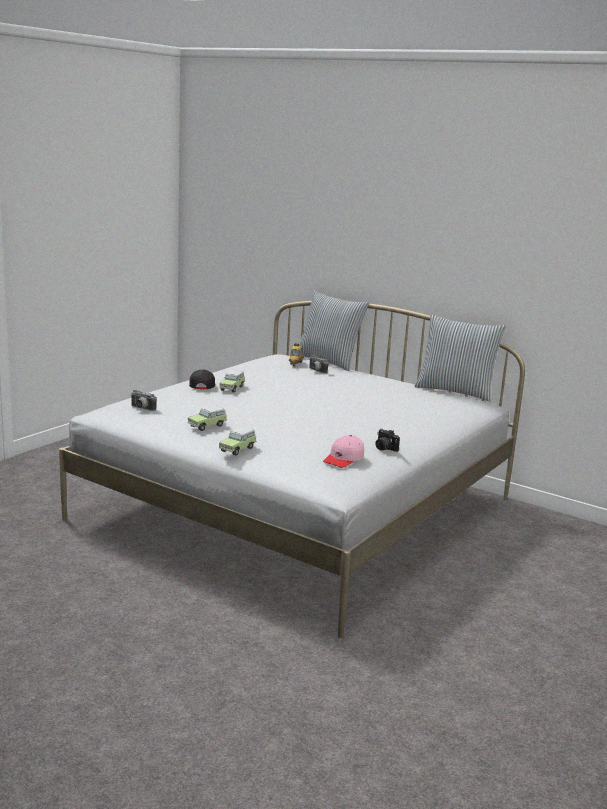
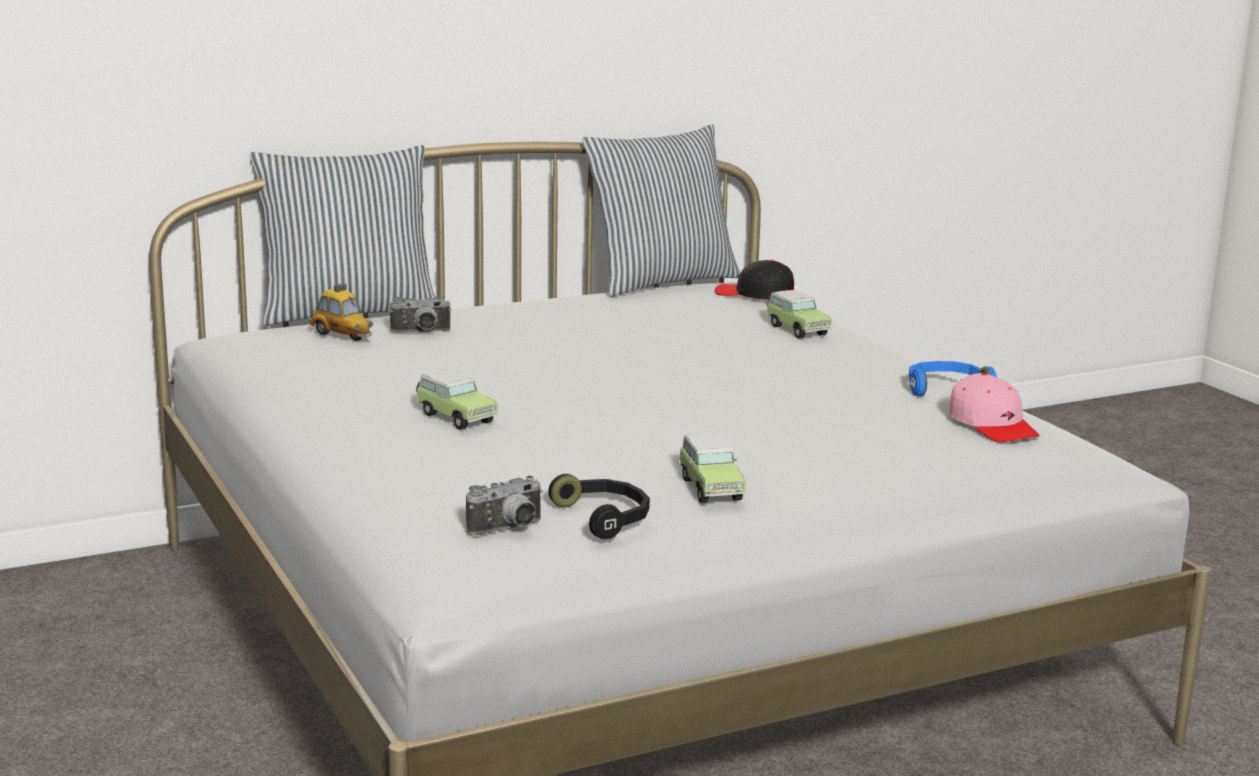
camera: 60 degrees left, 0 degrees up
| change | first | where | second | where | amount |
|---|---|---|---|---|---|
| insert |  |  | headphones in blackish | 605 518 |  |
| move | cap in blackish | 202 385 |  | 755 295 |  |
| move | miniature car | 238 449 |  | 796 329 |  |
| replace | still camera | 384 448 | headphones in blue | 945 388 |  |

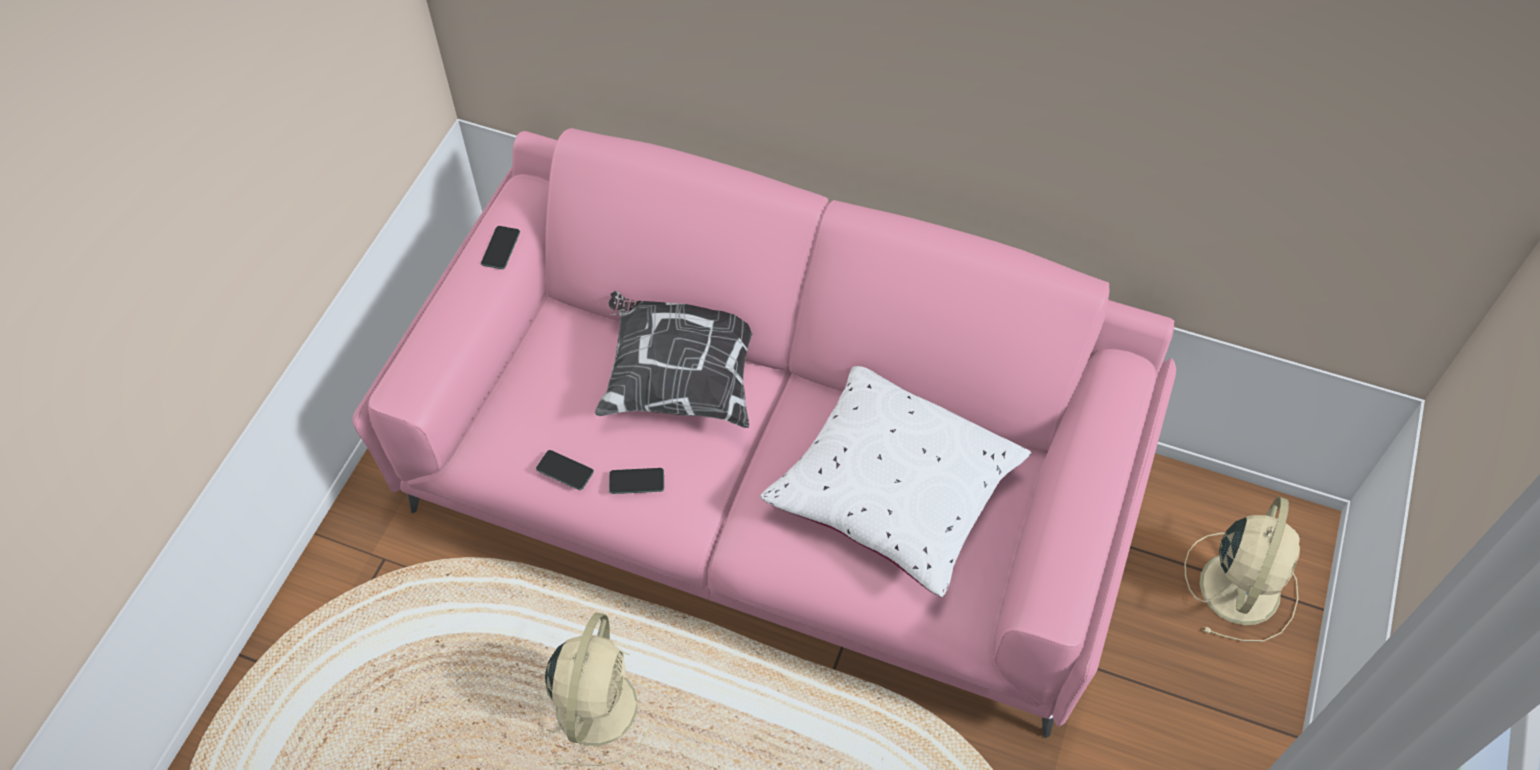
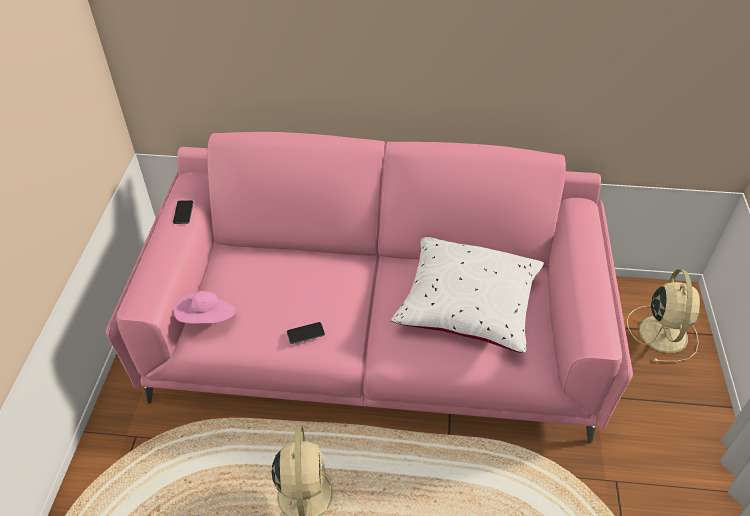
camera: 15 degrees left, 10 degrees down
| change | first | where | second | where | amount |
|---|---|---|---|---|---|
| insert |  |  | clothing hat in pink-coloured | 207 318 |  |
| delete | handset | 565 470 |  |  |  |
| delete | cushion | 680 375 |  |  |  |

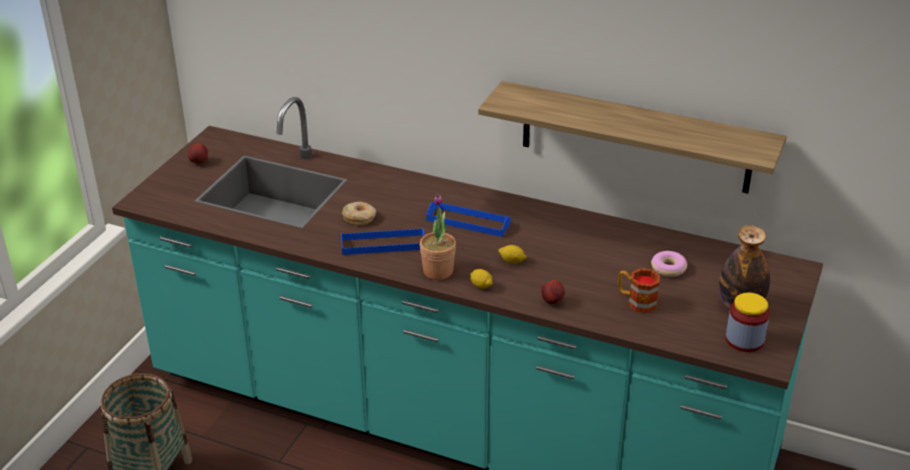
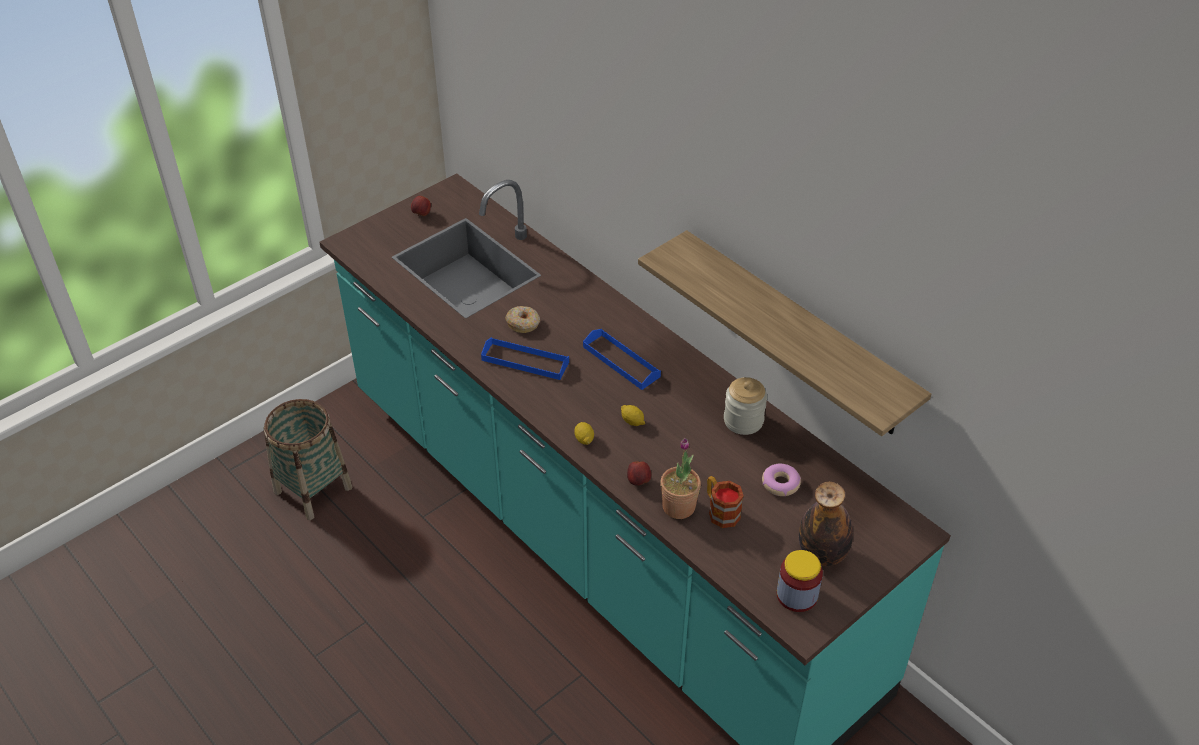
camera: 25 degrees right, 10 degrees up
| change | first | where | second | where | amount |
|---|---|---|---|---|---|
| move | potted plant | 438 271 |  | 678 506 |  |
| insert |  |  | storage jar | 743 420 |  |

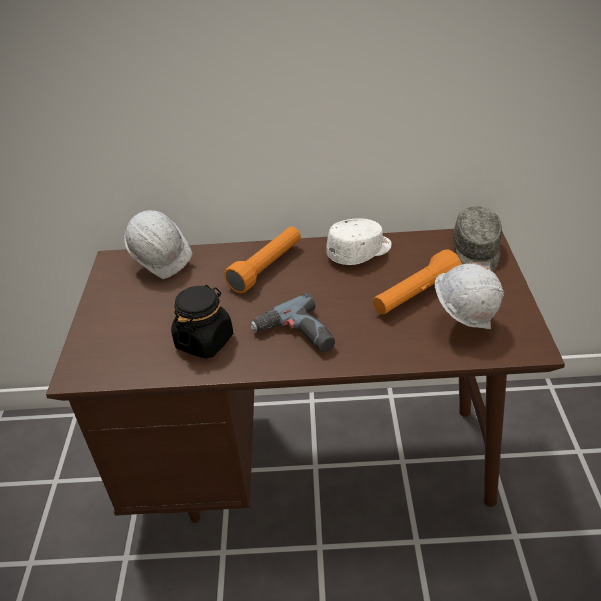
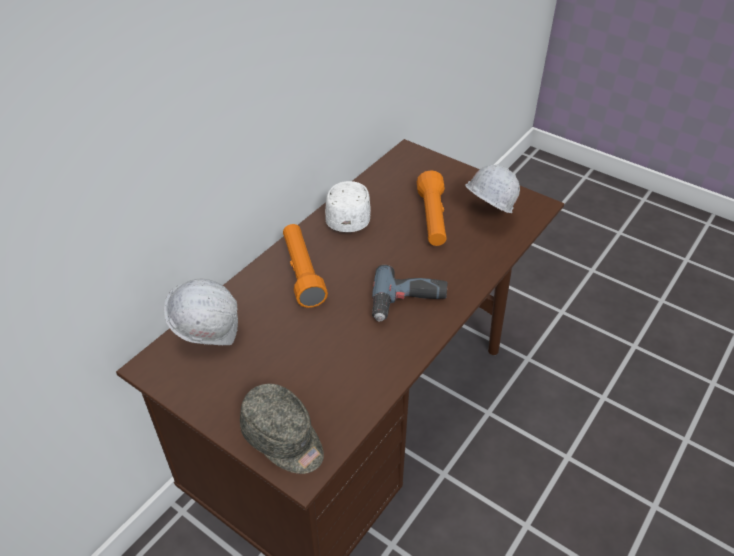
camera: 55 degrees left, 5 degrees up
| change | first | where | second | where | amount |
|---|---|---|---|---|---|
| move | cap in greyish | 476 252 |  | 284 439 |  |
| delete | storage jar in blackish | 204 341 |  |  |  |

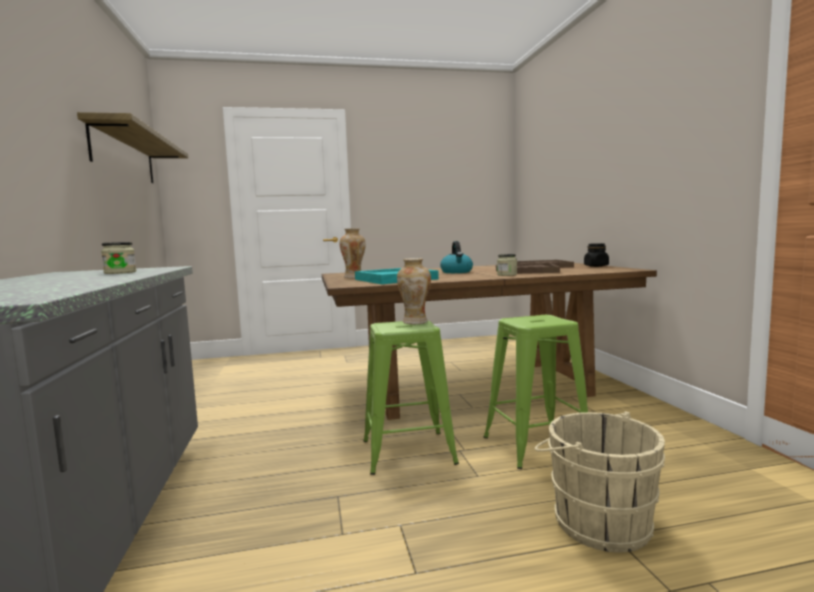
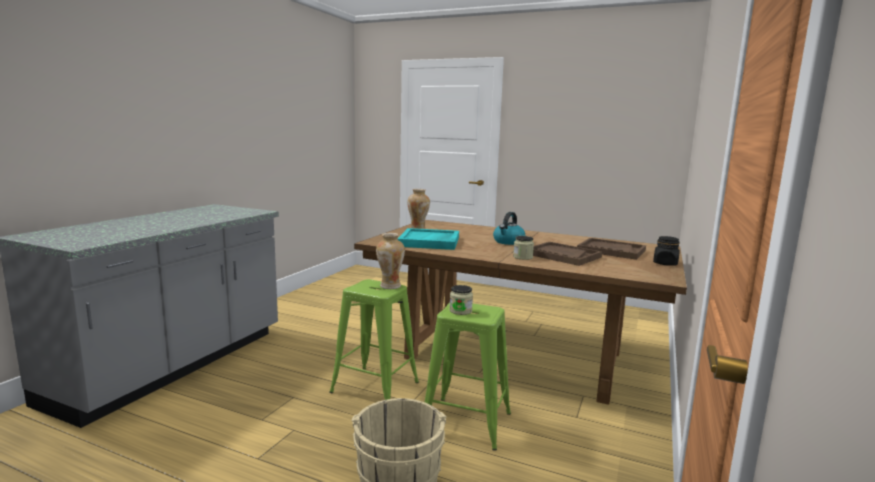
camera: 35 degrees right, 5 degrees up
| change | first | where | second | where | amount |
|---|---|---|---|---|---|
| move | storage jar | 120 272 |  | 460 311 |  |
| delete | wall shelf | 124 155 |  |  |  |

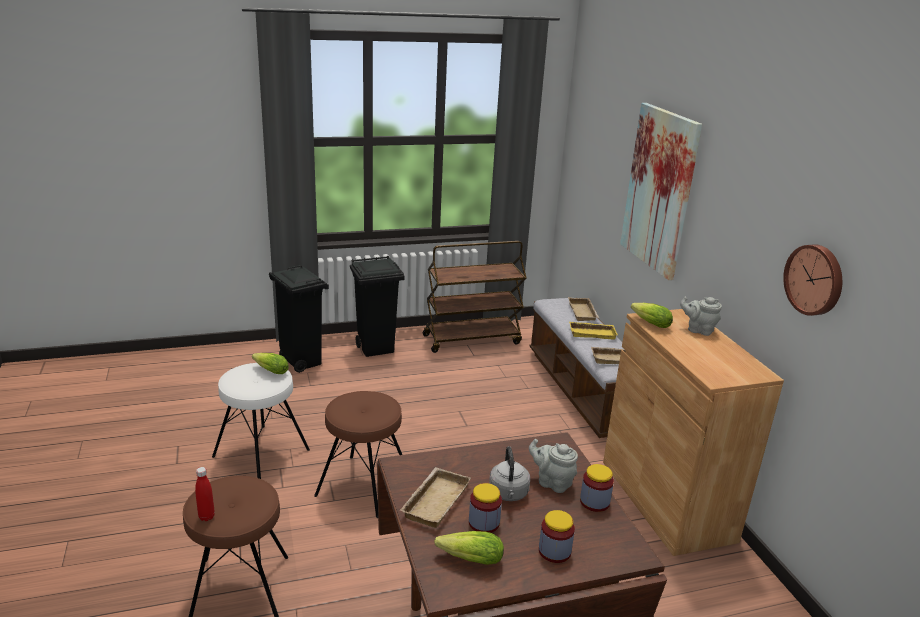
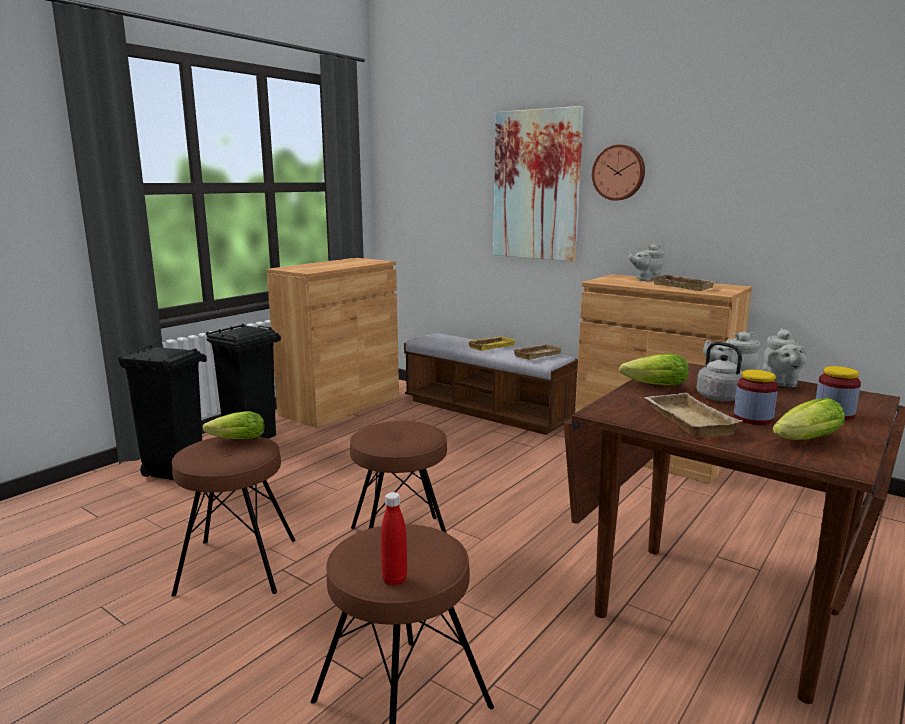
camera: 35 degrees left, 10 degrees down
| change | first | where | second | where | amount |
|---|---|---|---|---|---|
| recolor | sitting stool in white-coloured | 261 453 | sitting stool in brownish | 238 566 |  |
| replace | cart in brownish | 472 339 | cupboard in brownish | 340 406 |  |
| move | clock on the wall | 815 279 |  | 619 172 |  |
| move | lettuce head | 649 323 |  | 652 385 |  |
| move | carrying tray in beige-coloured | 583 312 |  | 684 286 |  |
| replace | storage jar | 594 502 | pot for tea in greyish | 780 383 |  |

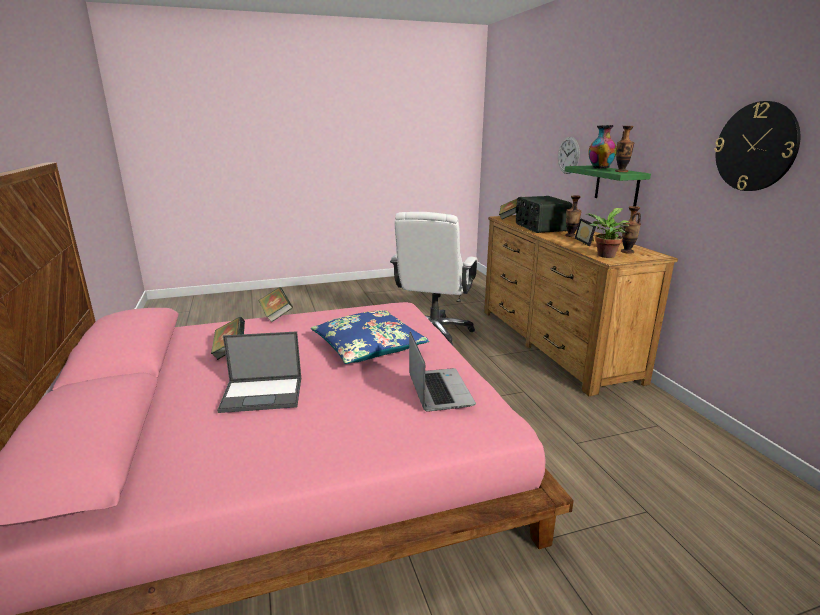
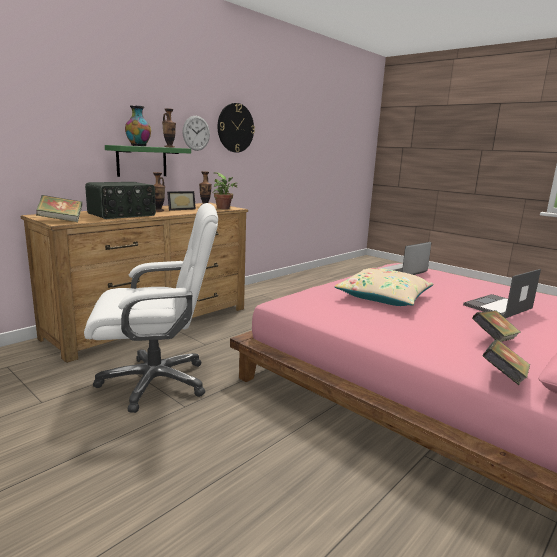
camera: 120 degrees left, 5 degrees down
| change | first | where | second | where | amount |
|---|---|---|---|---|---|
| move | clock on the wall | 568 155 |  | 196 133 |  |
| recolor | cushion in blue | 368 347 | cushion in beige-coloured | 384 297 |  |
| rotate | notebook computer | 263 394 |  | 497 307 | 90 degrees counterclockwise |
| move | book | 276 315 |  | 503 378 |  |

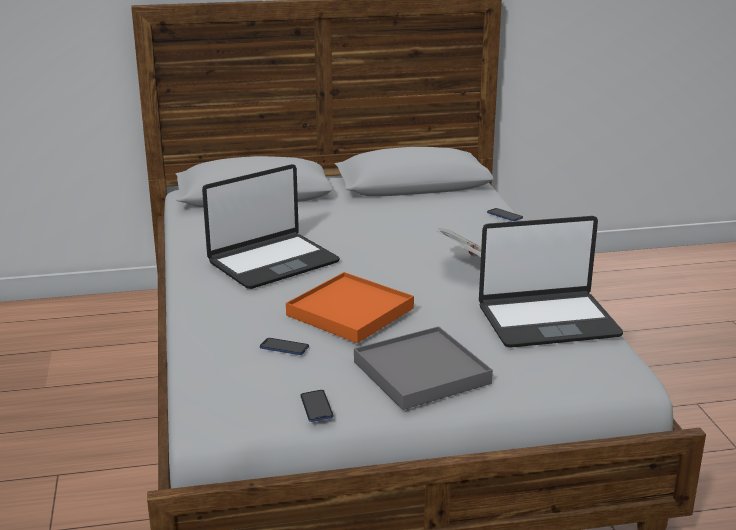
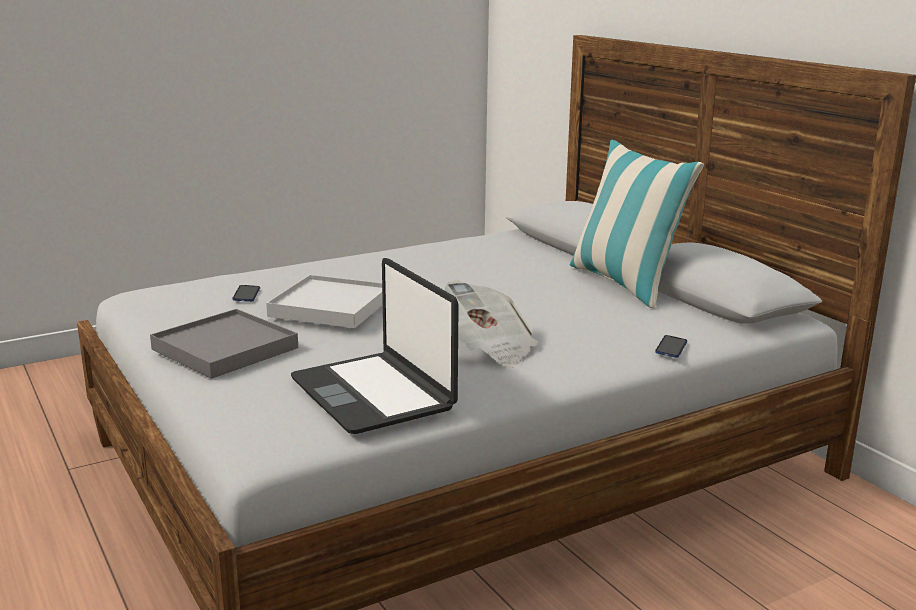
camera: 70 degrees right, 5 degrees down
| change | first | where | second | where | amount |
|---|---|---|---|---|---|
| recolor | carrying tray in orange-coloured | 350 312 | carrying tray in white-coloured | 331 306 |  |
| insert |  |  | cushion | 625 284 |  |
| delete | notebook computer | 272 262 |  |  |  |
| delete | handset | 316 407 |  |  |  |

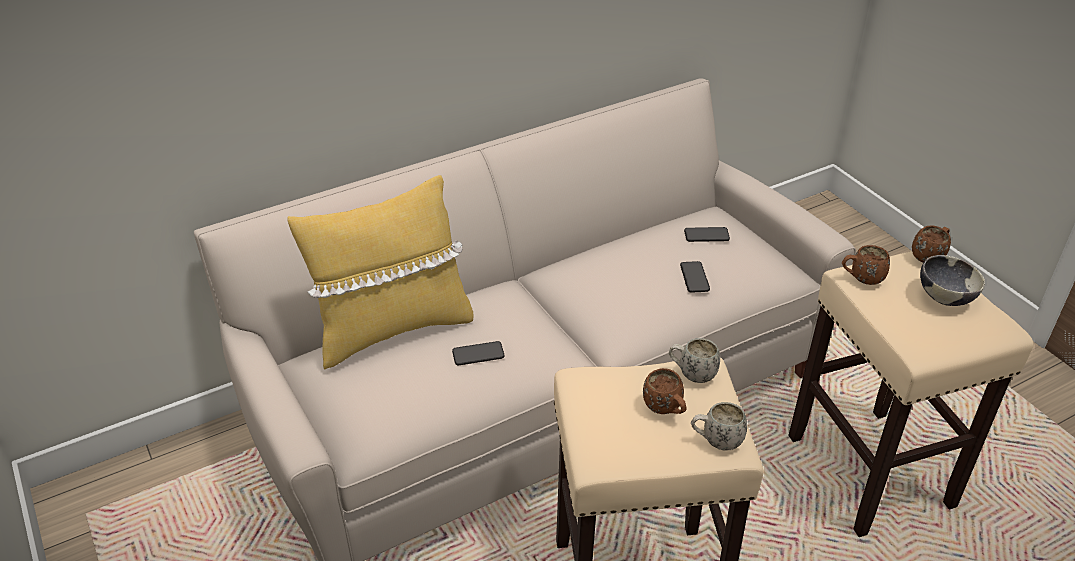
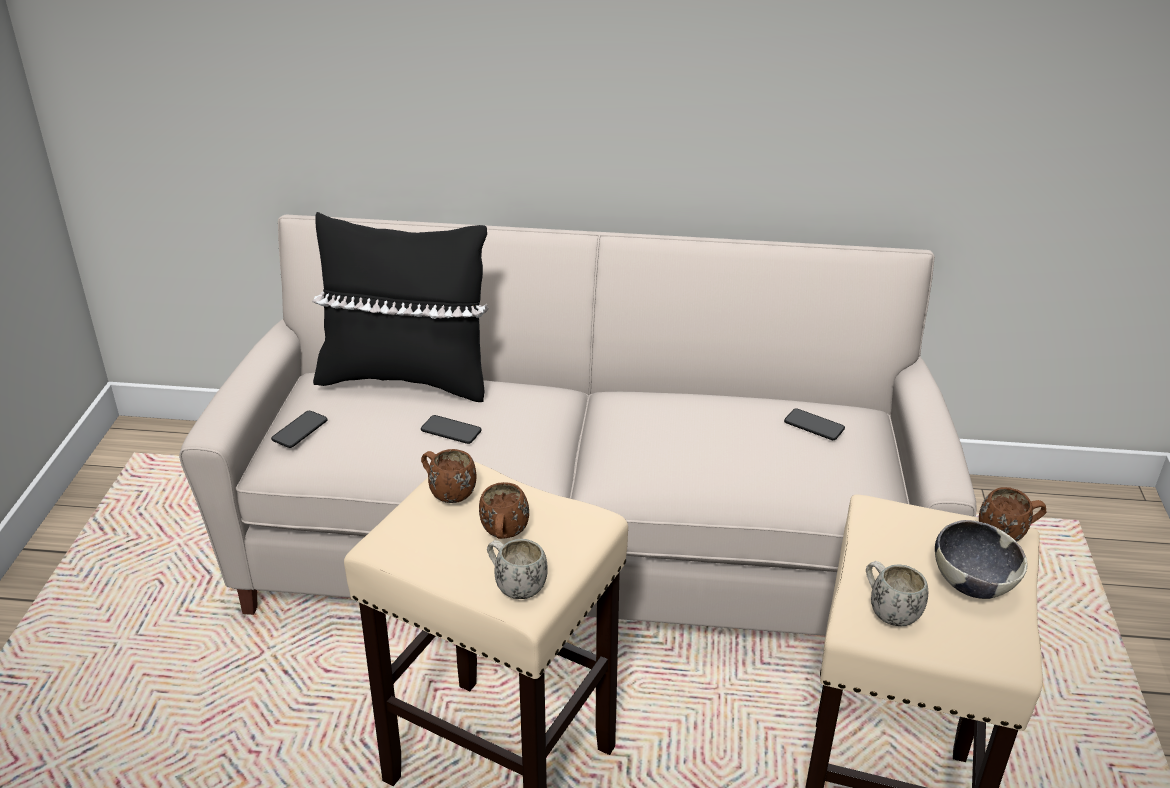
camera: 35 degrees right, 5 degrees down
| change | first | where | second | where | amount |
|---|---|---|---|---|---|
| move | handset | 694 278 |  | 300 430 |  |
| recolor | cushion in yellow-coloured | 392 329 | cushion in blackish | 405 378 |  |
| move | coffee mug in brownish | 861 279 |  | 447 492 |  |
| move | coffee mug in white-coloured | 691 374 |  | 888 610 |  |

